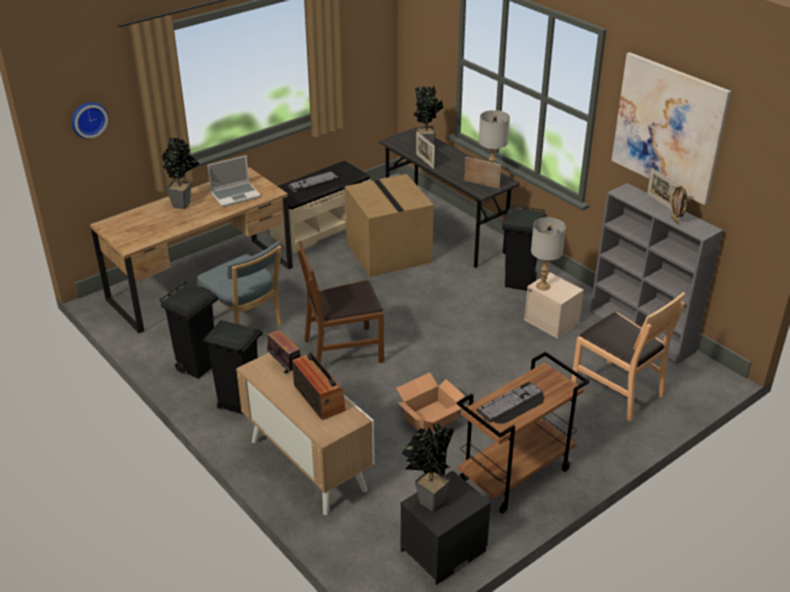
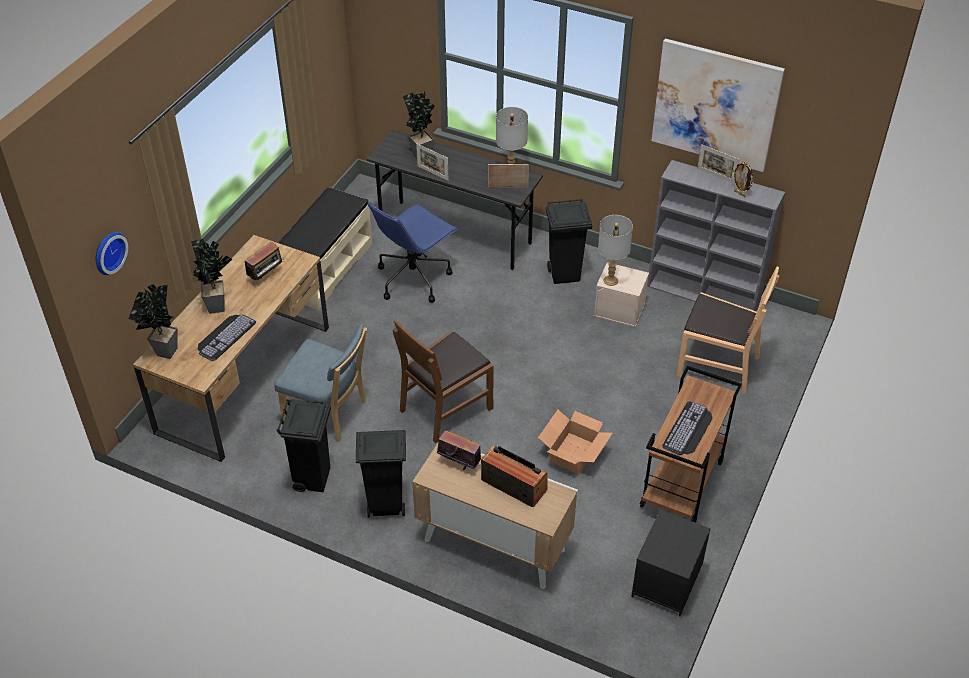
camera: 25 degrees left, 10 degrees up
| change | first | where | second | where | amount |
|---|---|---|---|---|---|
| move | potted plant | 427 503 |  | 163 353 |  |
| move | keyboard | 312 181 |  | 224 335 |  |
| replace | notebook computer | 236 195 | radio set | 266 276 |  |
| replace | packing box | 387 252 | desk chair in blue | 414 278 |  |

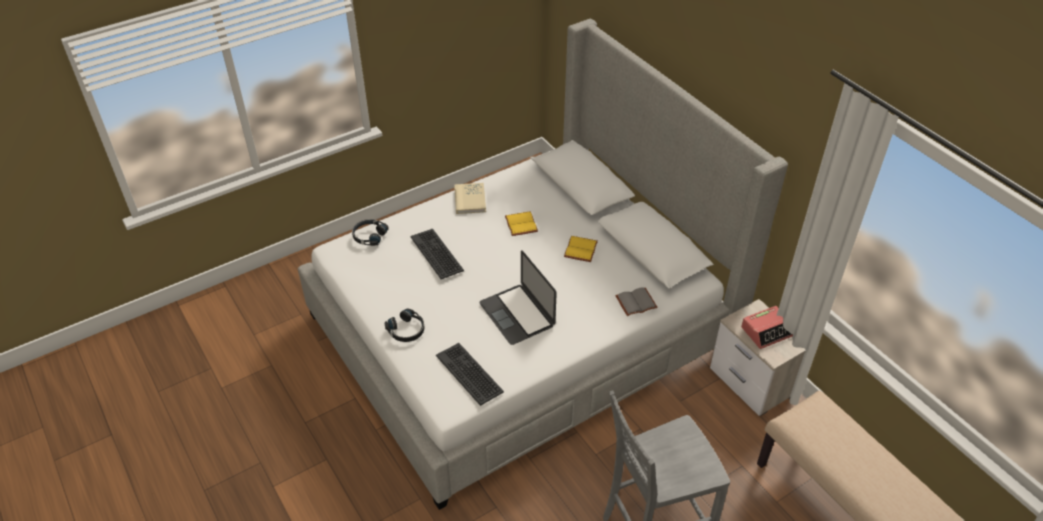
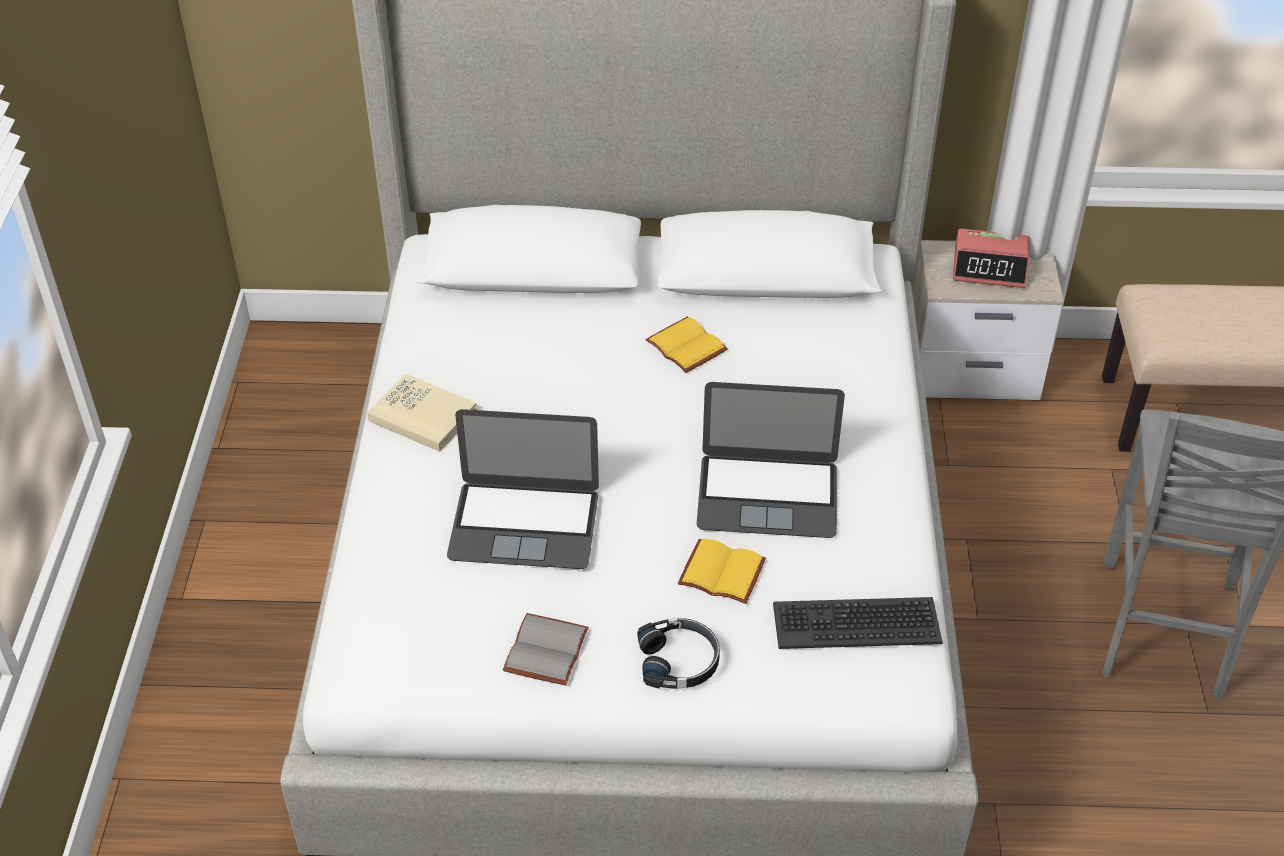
camera: 55 degrees left, 0 degrees up
| change | first | where | second | where | amount |
|---|---|---|---|---|---|
| replace | keyboard | 437 253 | notebook computer | 524 524 |  |
| move | book in greyish | 636 301 |  | 544 649 |  |
| move | book in yellow-coloured | 520 224 |  | 720 574 |  |
| rotate | bedside clock | 767 331 |  | 989 267 | 90 degrees clockwise |
| delete | headphones in blackish | 369 236 |  |  |  |

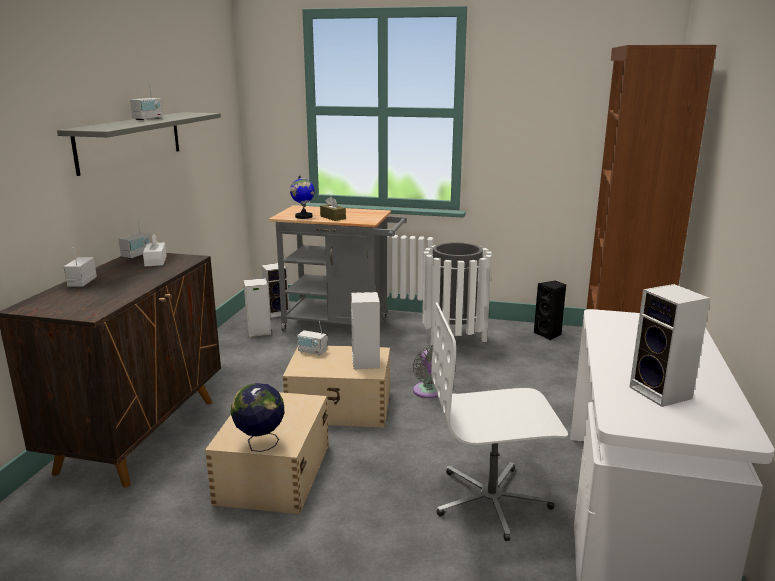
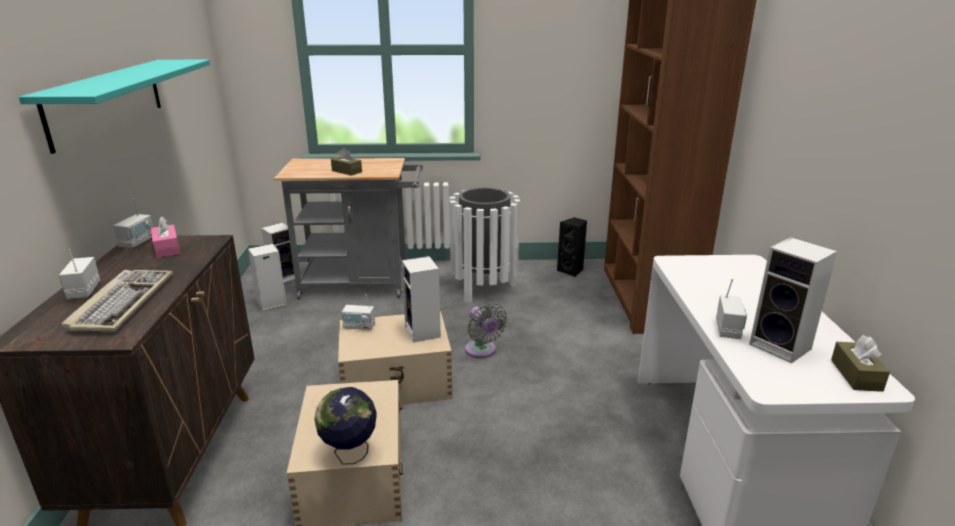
camera: 15 degrees left, 5 degrees up
| change | first | where | second | where | amount |
|---|---|---|---|---|---|
| recolor | wall shelf in greyish | 130 141 | wall shelf in blue-green | 107 101 |  |
| insert |  |  | keyboard | 122 303 |  |
| recolor | tissue box in white-coloured | 155 261 | tissue box in pink-coloured | 167 248 |  |
| move | radio set | 148 119 |  | 728 330 |  |
| insert |  |  | tissue box in brownish | 856 375 |  |
| delete | desk globe | 303 217 |  |  |  |
| delete | desk chair in white-coloured | 492 501 |  |  |  |

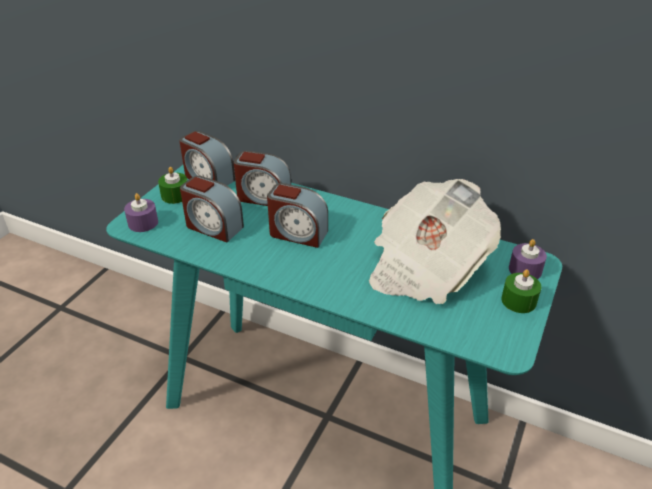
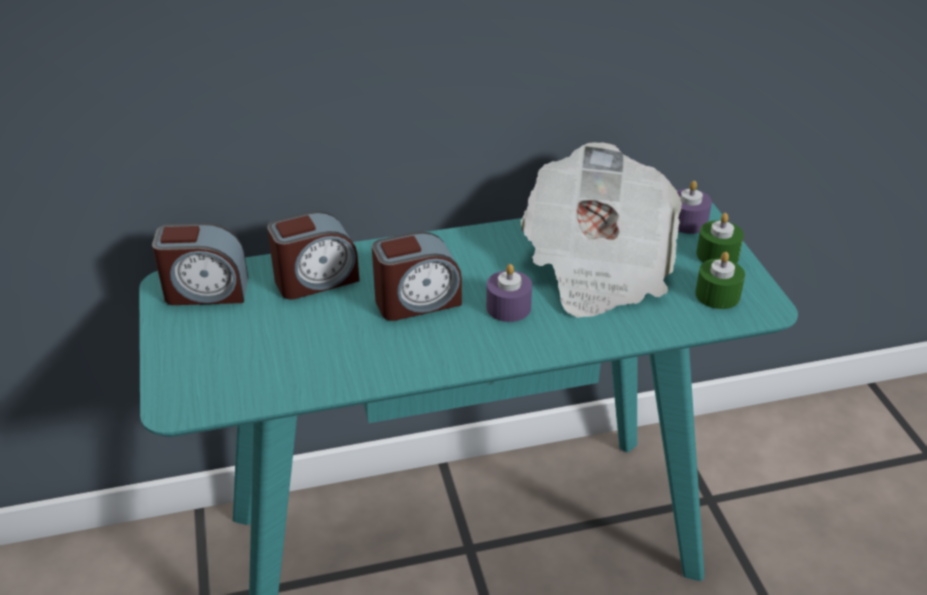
camera: 40 degrees left, 0 degrees up
| change | first | where | second | where | amount |
|---|---|---|---|---|---|
| move | wax light in purplish | 143 223 |  | 508 307 |  |
| move | wax light in green-coloured | 175 195 |  | 717 295 |  |
| delete | bedside clock | 213 227 |  |  |  |

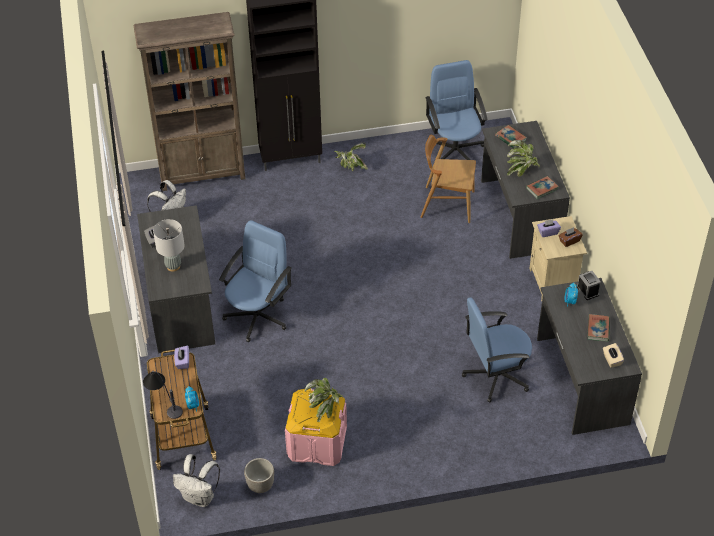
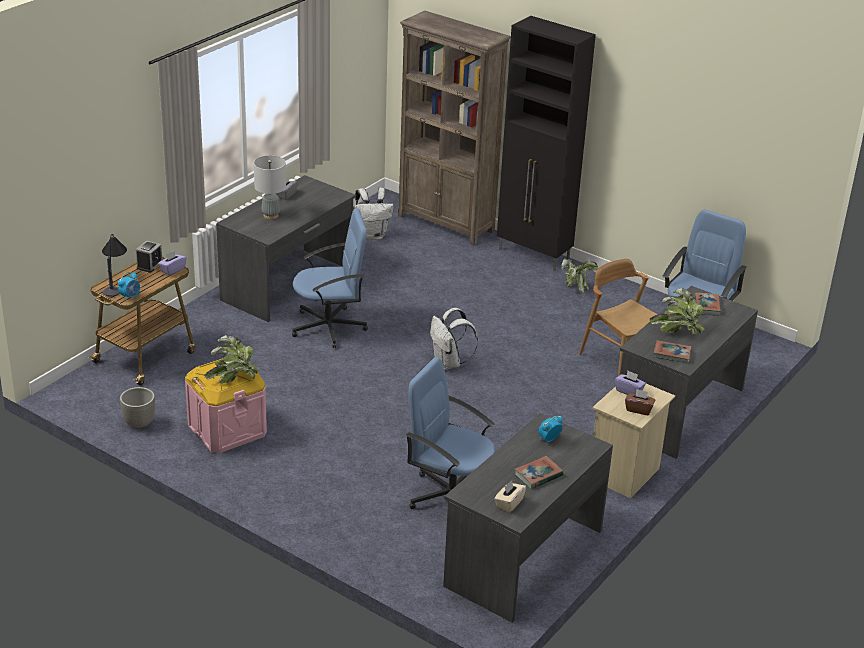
camera: 45 degrees right, 15 degrees down
| change | first | where | second | where | amount |
|---|---|---|---|---|---|
| move | bedside clock | 587 291 |  | 150 265 |  |
| move | backpack in white-coloured | 200 497 |  | 449 363 |  |

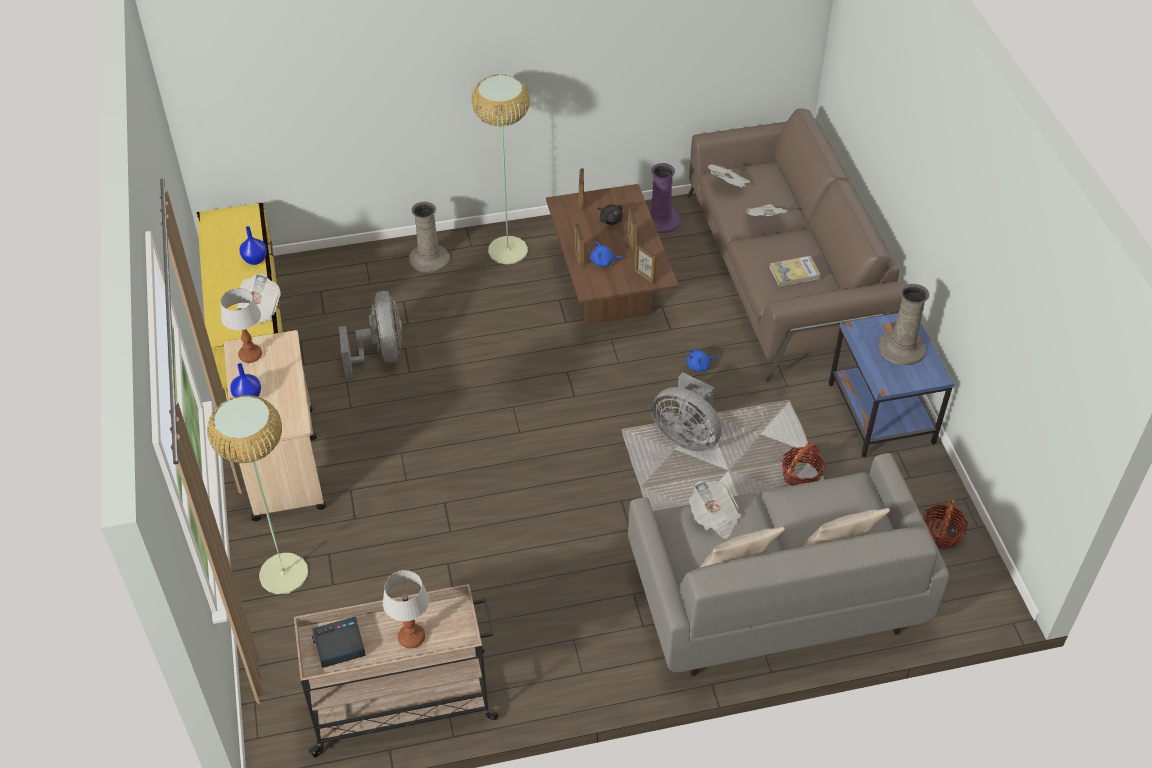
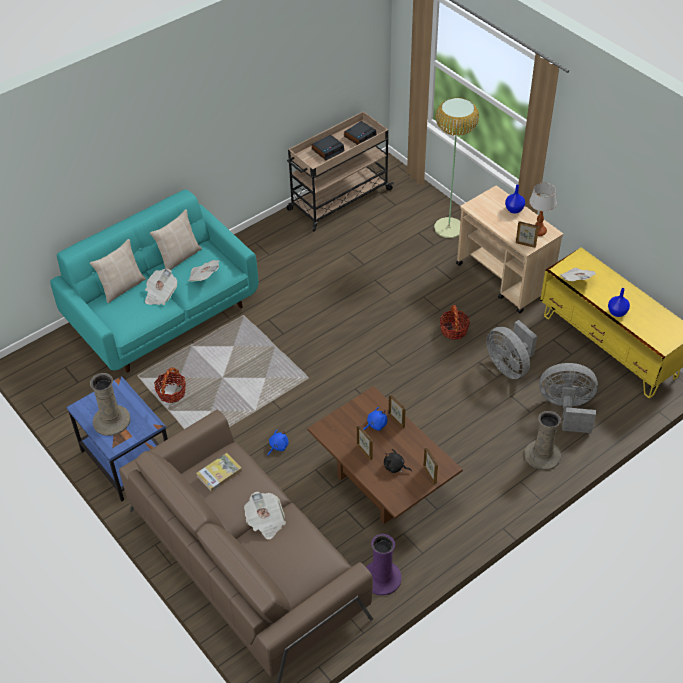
camera: 155 degrees right, 0 degrees up
| change | first | where | second | where | amount |
|---|---|---|---|---|---|
| recolor | settee in greyish | 774 597 | settee in blue-green | 163 314 |  |
| move | printed paper | 728 185 |  | 160 294 |  |
| replace | tabletop lamp | 411 638 | bedside clock | 328 150 |  |
| move | basket | 941 533 |  | 453 330 |  |
| move | standing frame | 644 277 |  | 525 244 |  |
| move | fan in greyish | 686 436 |  | 566 409 |  |
| delete | floor lamp | 508 250 |  |  |  |

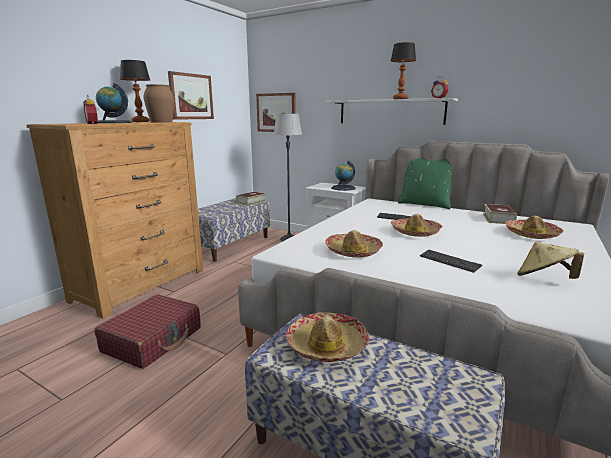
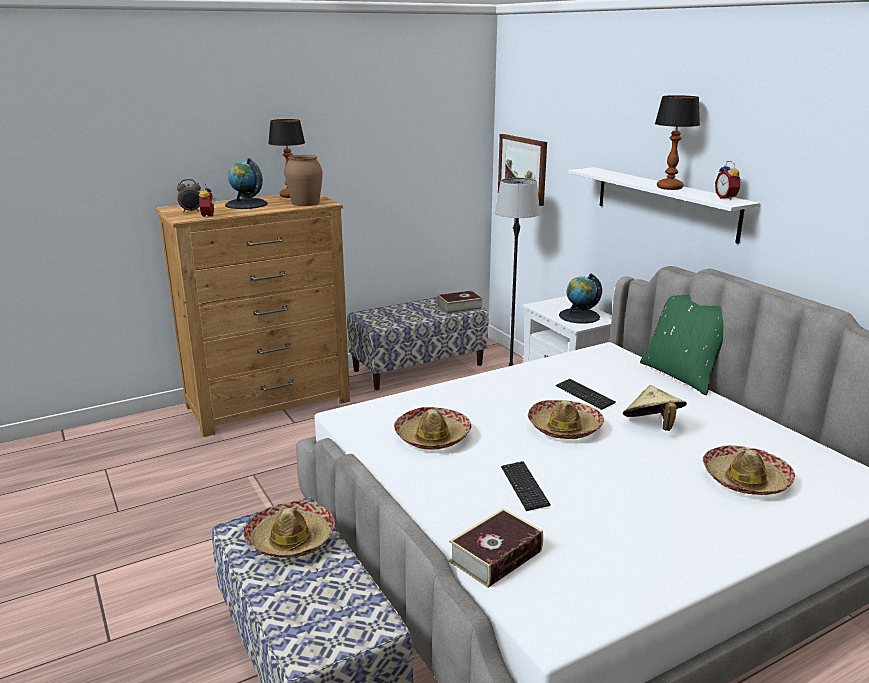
camera: 30 degrees right, 5 degrees up
| change | first | where | second | where | amount |
|---|---|---|---|---|---|
| insert |  |  | bedside clock | 191 211 |  |
| move | book | 498 219 |  | 496 556 |  |
| move | clothing hat in beige-coloured | 544 279 |  | 652 426 |  |
| delete | piece of luggage in reddish | 153 340 |  |  |  |
| delete | picture | 191 96 |  |  |  |

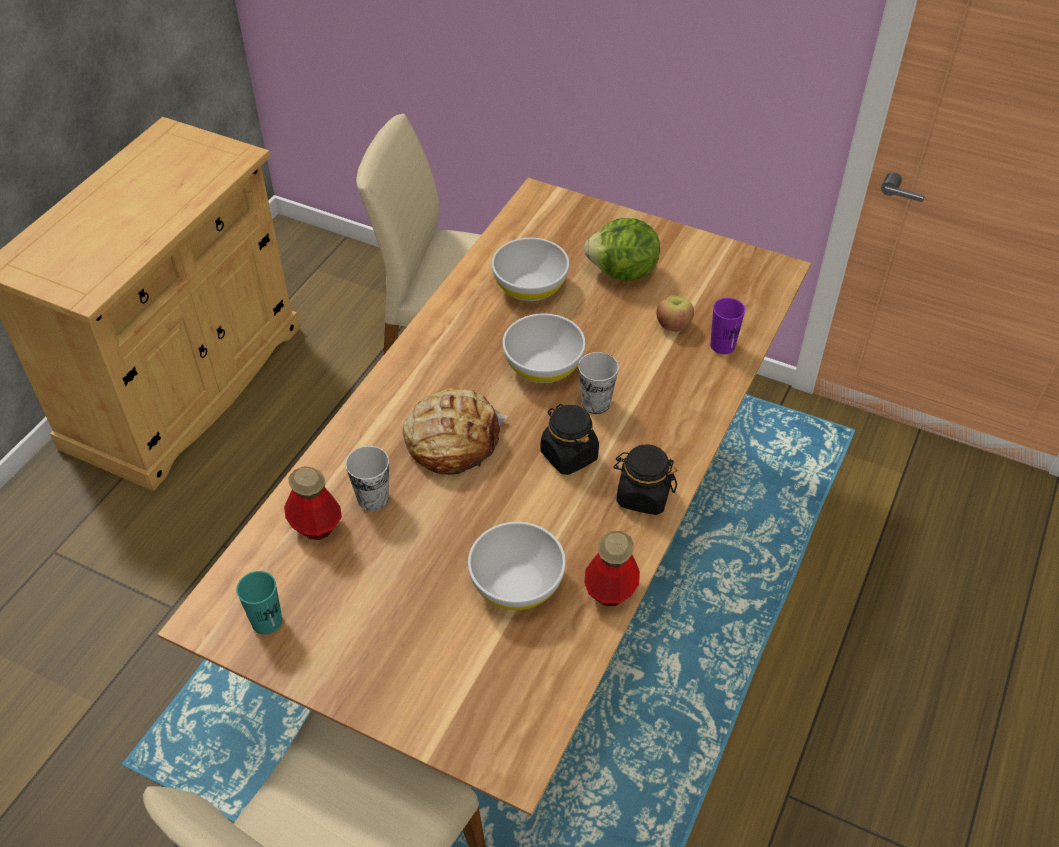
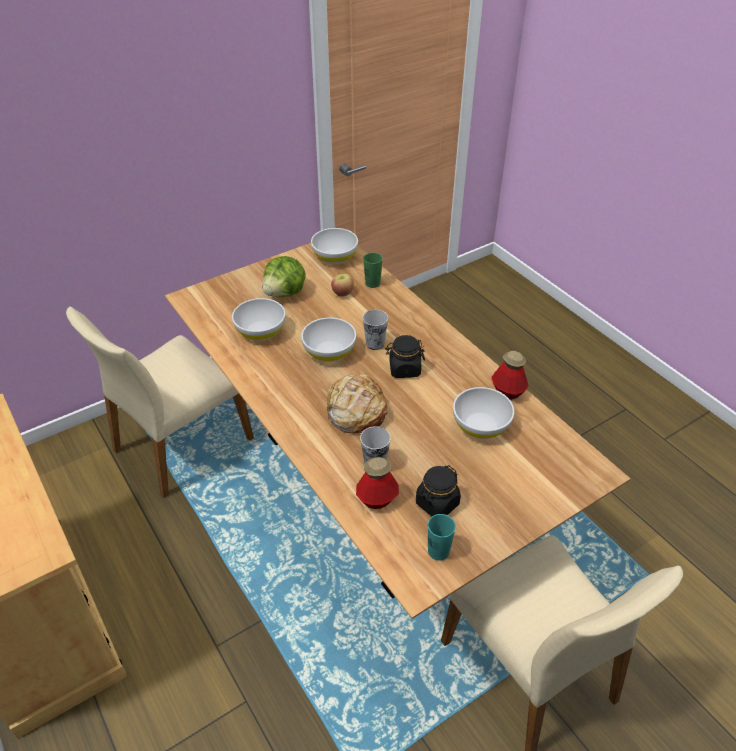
camera: 60 degrees left, 5 degrees down
| change | first | where | second | where | amount |
|---|---|---|---|---|---|
| insert |  |  | deep dish in white-coloured | 334 257 |  |
| recolor | small cup in purplish | 722 345 | small cup in green-coloured | 372 283 |  |
| move | storage jar in blackish | 642 495 |  | 437 503 |  |

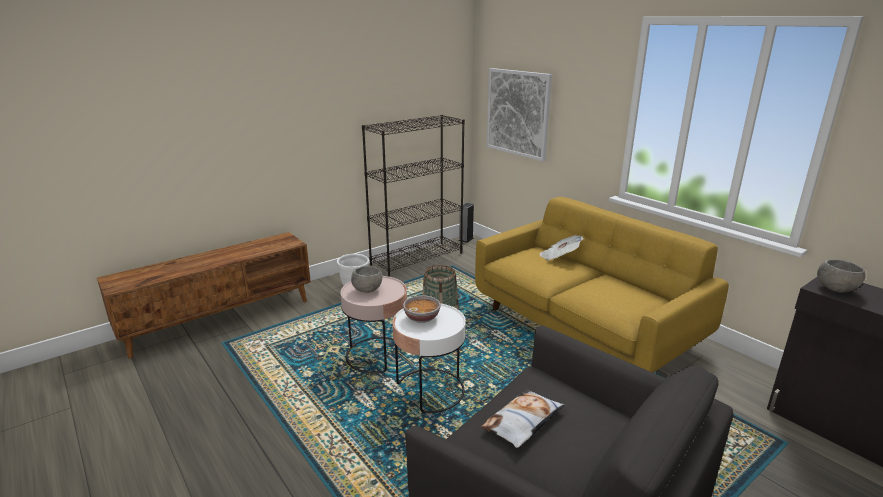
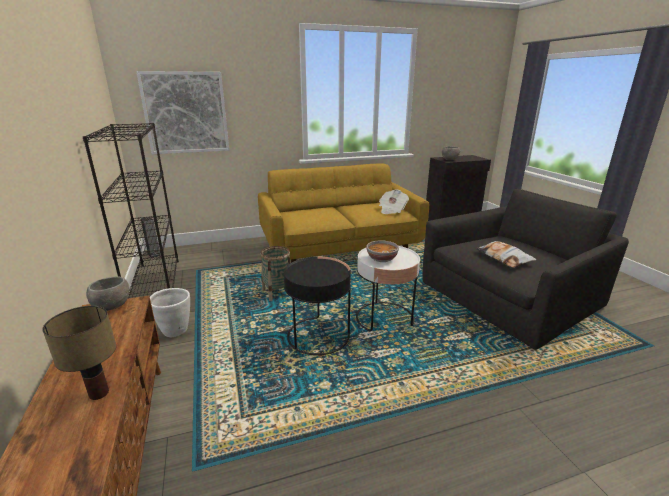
camera: 70 degrees left, 0 degrees up
| change | first | where | second | where | amount |
|---|---|---|---|---|---|
| insert |  |  | tabletop lamp | 97 393 |  |
| move | deep dish in greyish | 367 290 |  | 111 307 |  |
| recolor | accent table in pink-coloured | 377 355 | accent table in blackish | 318 335 |  |
| move | printed paper | 559 257 |  | 392 210 |  |

